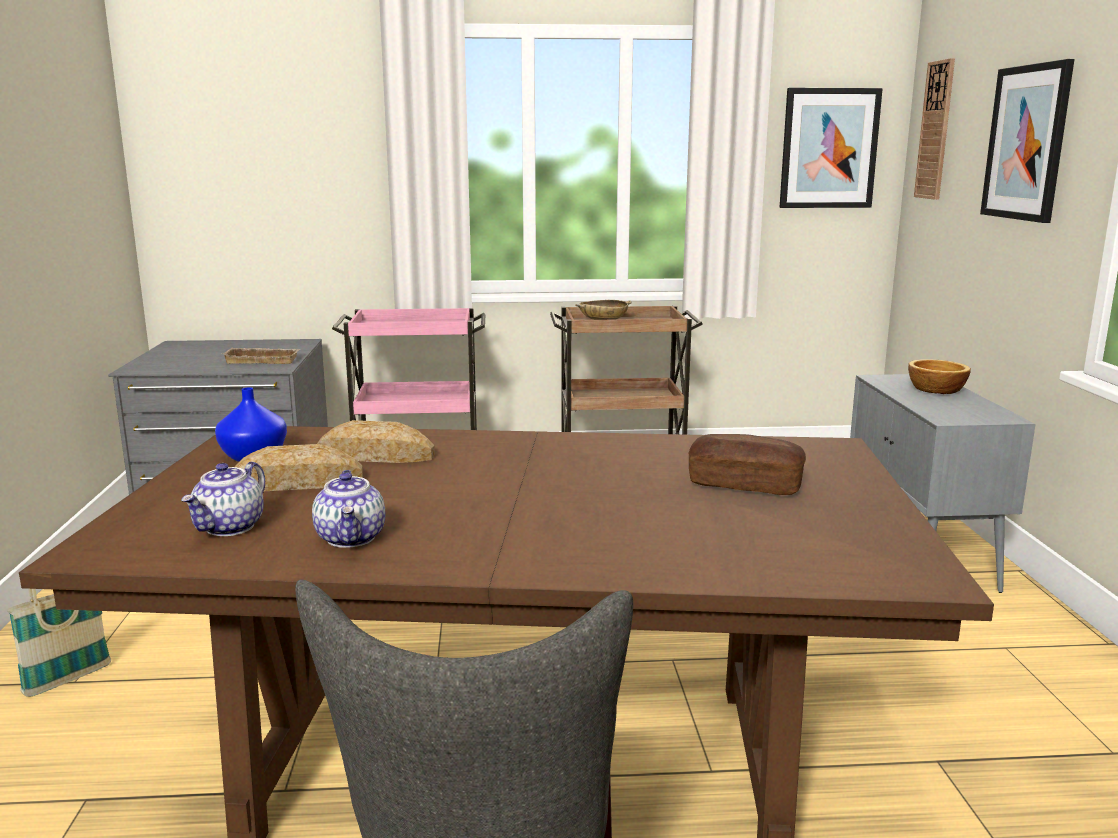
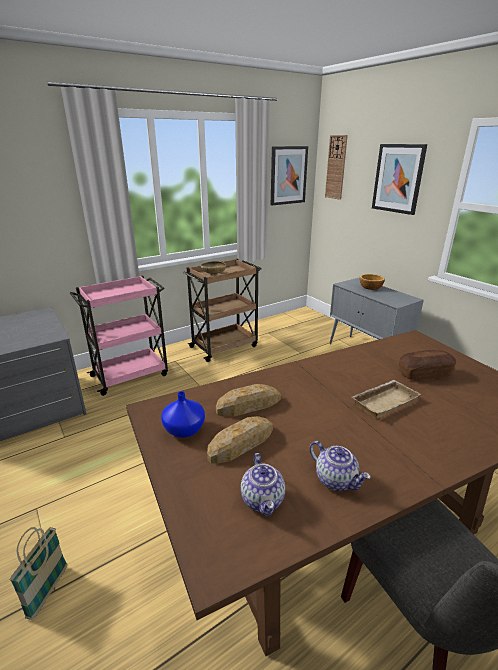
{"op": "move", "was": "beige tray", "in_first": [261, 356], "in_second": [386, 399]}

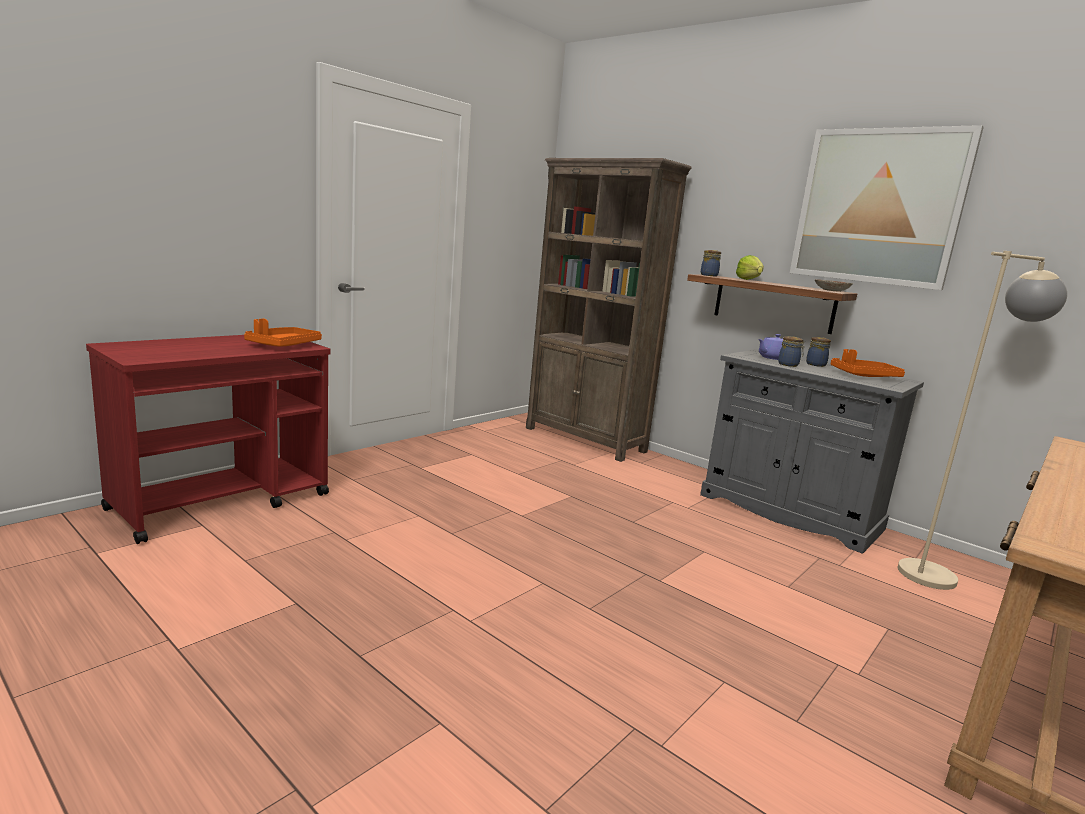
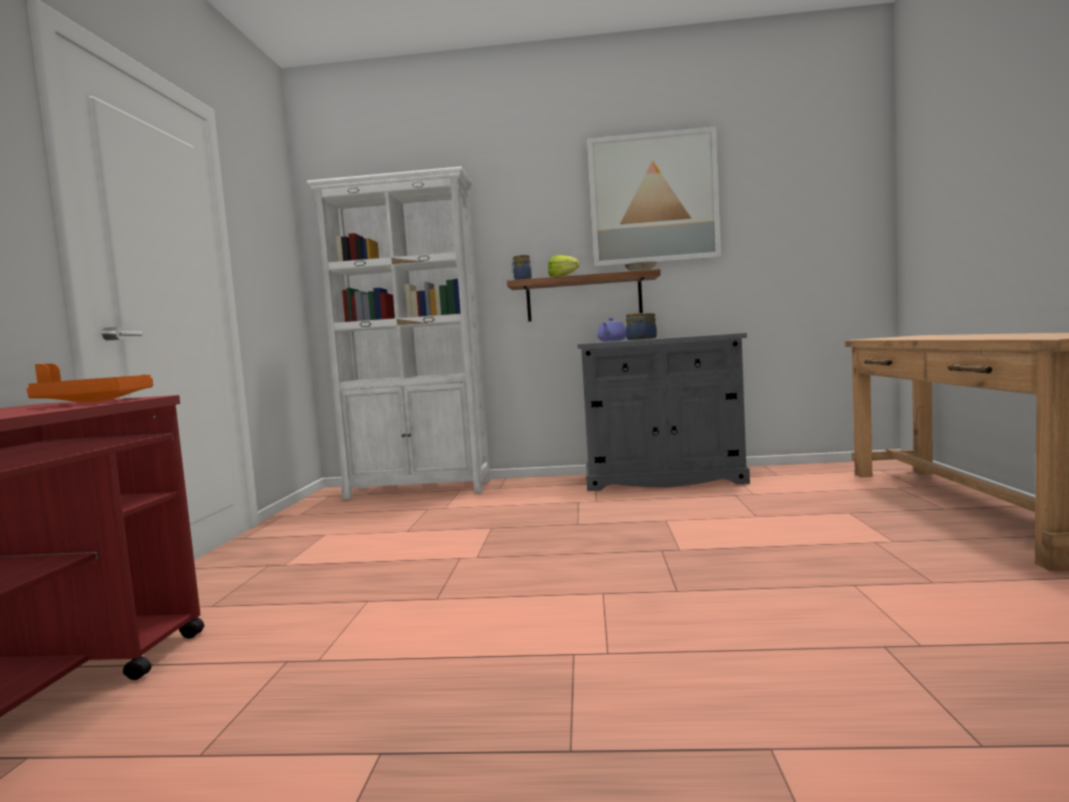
{"op": "delete", "was": "orange tray", "in_first": [868, 363]}
{"op": "delete", "was": "beige floor lamp", "in_first": [982, 420]}
{"op": "recolor", "was": "brown bookcase", "now": "white bookcase", "in_first": [609, 310], "in_second": [398, 333]}

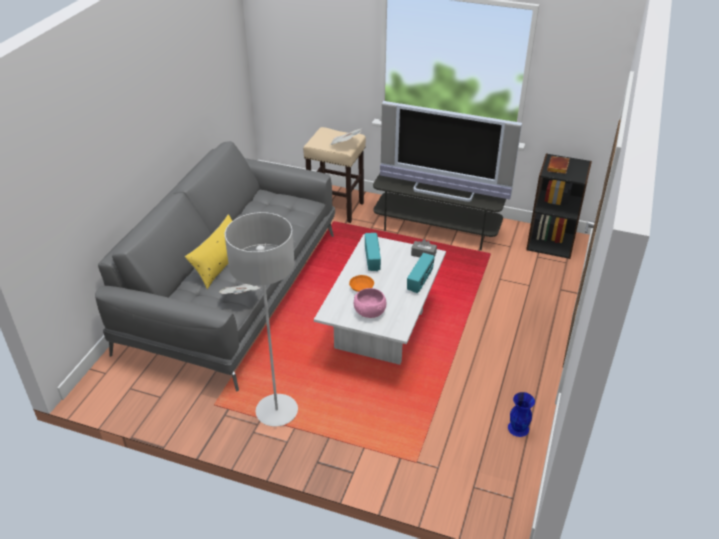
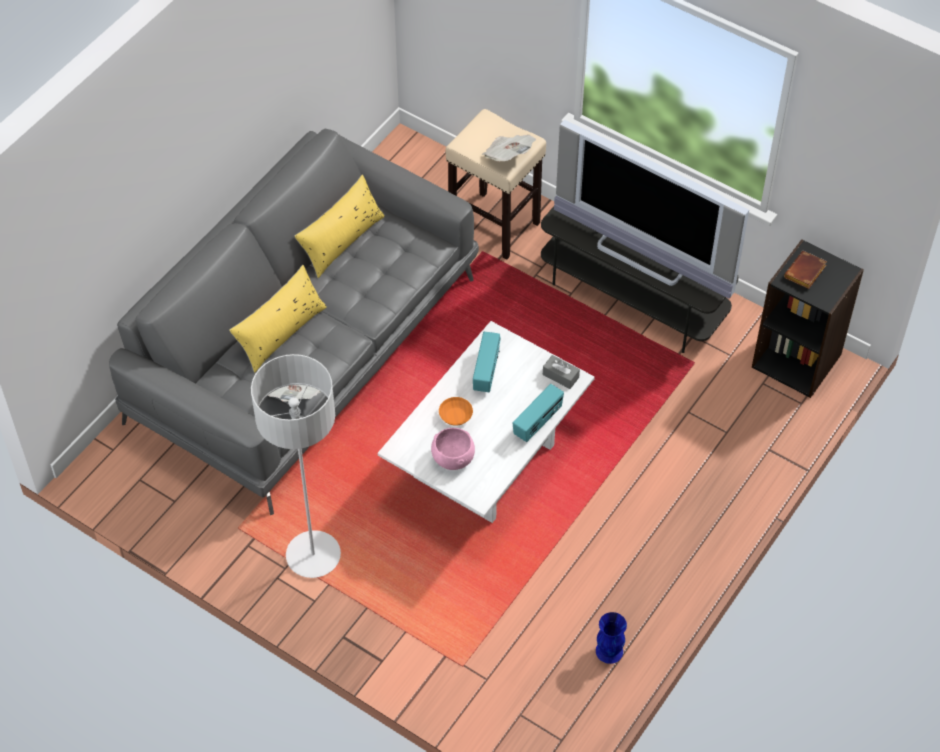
{"op": "insert", "now": "yellow pillow", "in_second": [339, 226]}

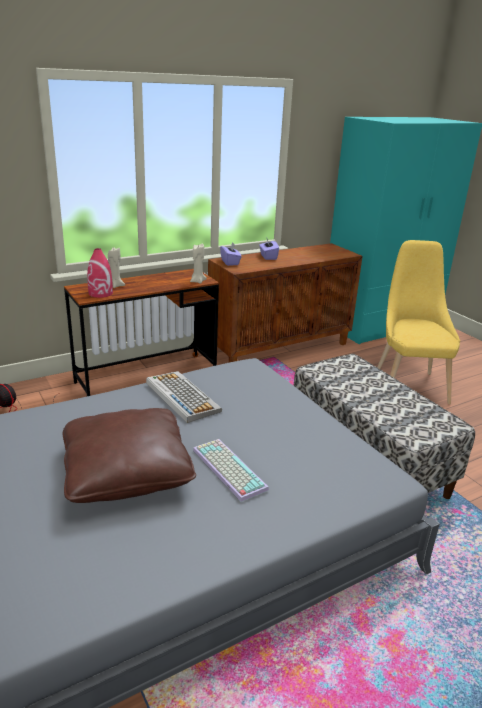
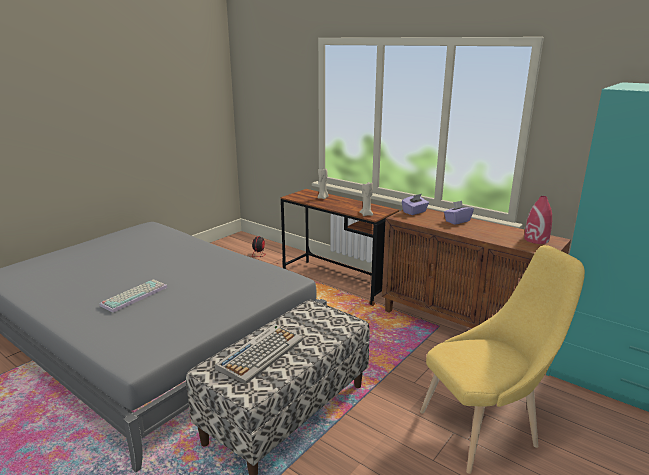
{"op": "delete", "was": "brown pillow", "in_first": [129, 455]}
{"op": "move", "was": "red vase", "in_first": [100, 273], "in_second": [538, 220]}
{"op": "move", "was": "keyboard", "in_first": [184, 397], "in_second": [259, 354]}

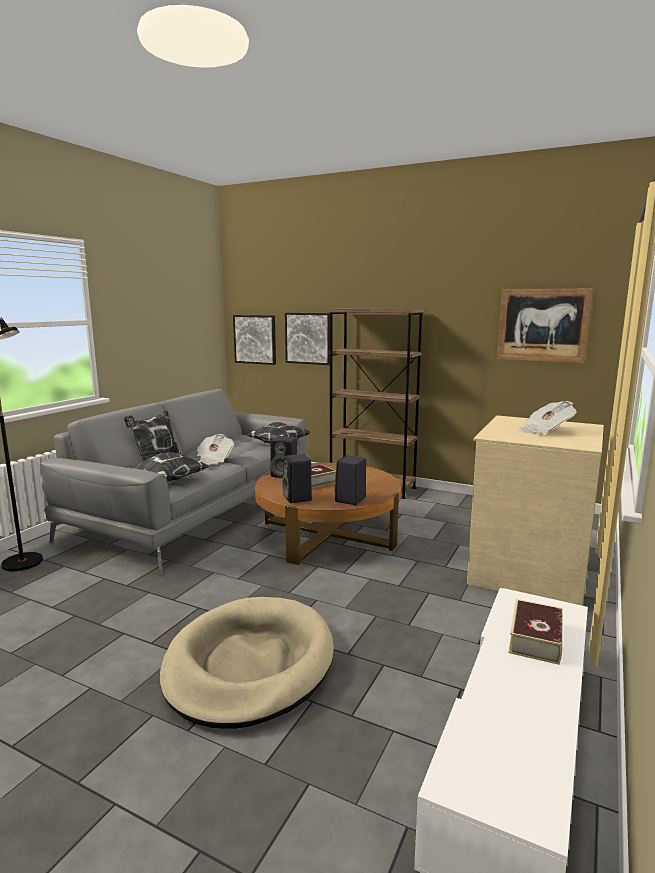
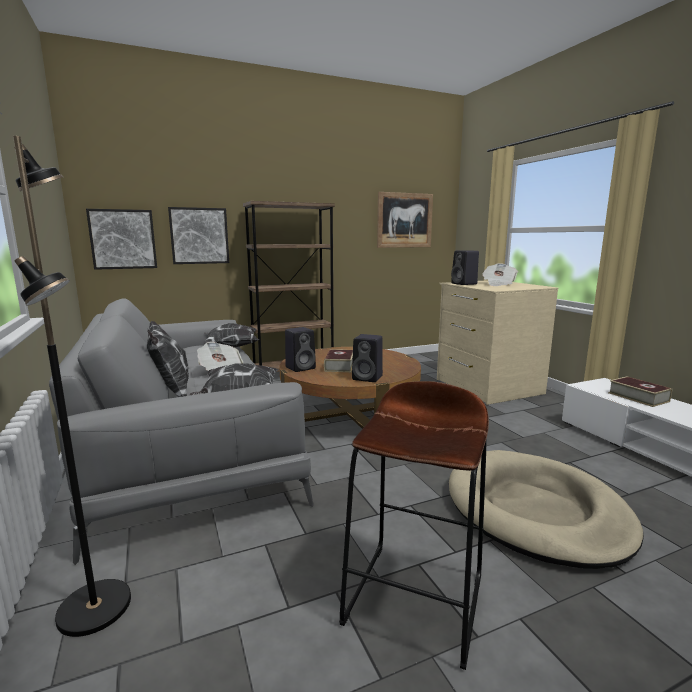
{"op": "insert", "now": "brown stool", "in_second": [414, 525]}
{"op": "move", "was": "black speaker", "in_first": [350, 480], "in_second": [465, 267]}

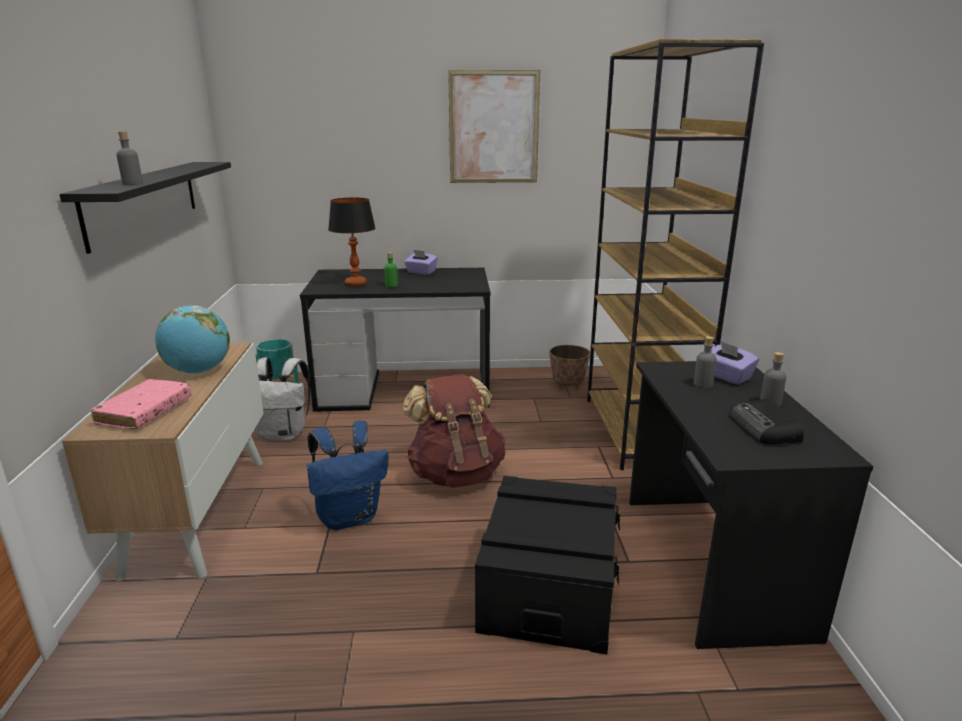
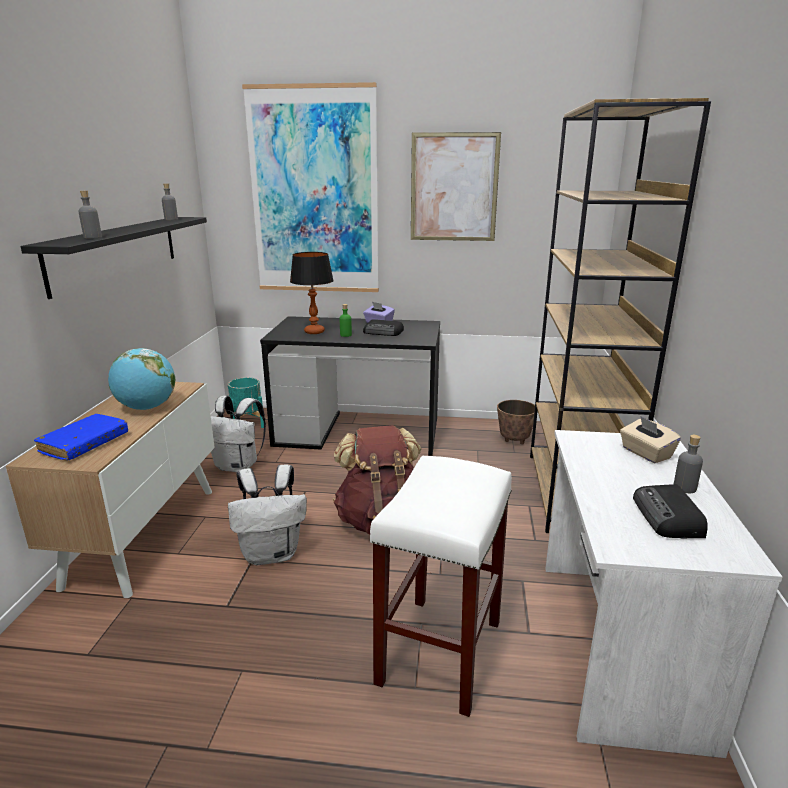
{"op": "insert", "now": "picture", "in_second": [310, 187]}
{"op": "insert", "now": "radio", "in_second": [383, 327]}
{"op": "move", "was": "grey bottle", "in_first": [705, 362], "in_second": [170, 201]}
{"op": "replace", "was": "black storage box", "now": "white stool", "in_first": [547, 565], "in_second": [441, 586]}
{"op": "recolor", "was": "pink book", "now": "blue book", "in_first": [140, 404], "in_second": [81, 437]}
{"op": "recolor", "was": "blue backpack", "now": "white backpack", "in_first": [347, 475], "in_second": [267, 514]}
{"op": "recolor", "was": "black desk", "now": "white desk", "in_first": [751, 505], "in_second": [664, 594]}
{"op": "recolor", "was": "purple tissue box", "now": "beige tissue box", "in_first": [735, 363], "in_second": [650, 439]}

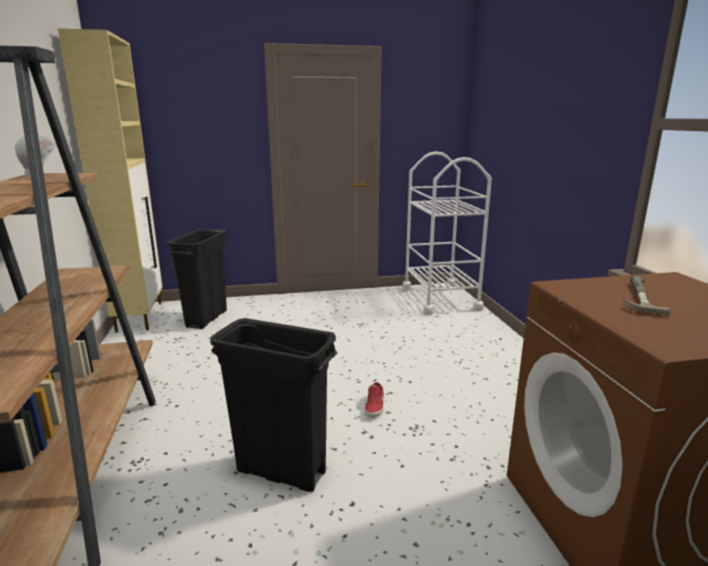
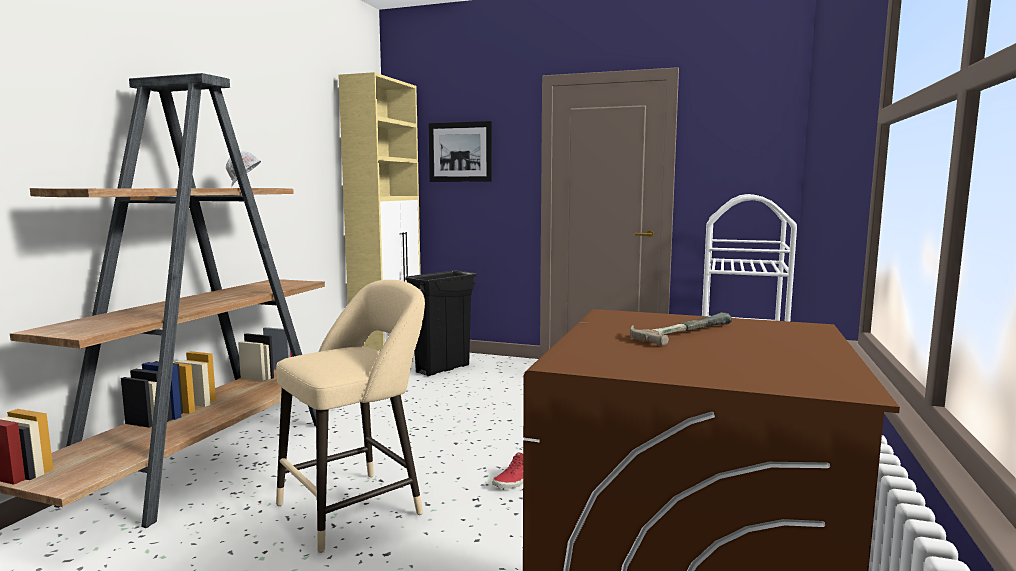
{"op": "insert", "now": "picture", "in_second": [460, 151]}
{"op": "replace", "was": "black trash can", "now": "beige stool", "in_first": [273, 405], "in_second": [350, 416]}

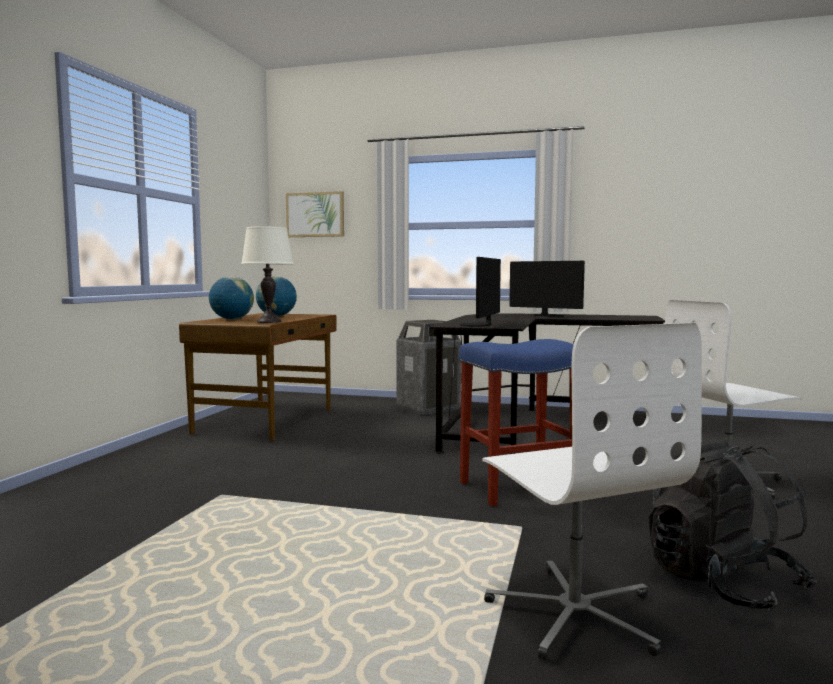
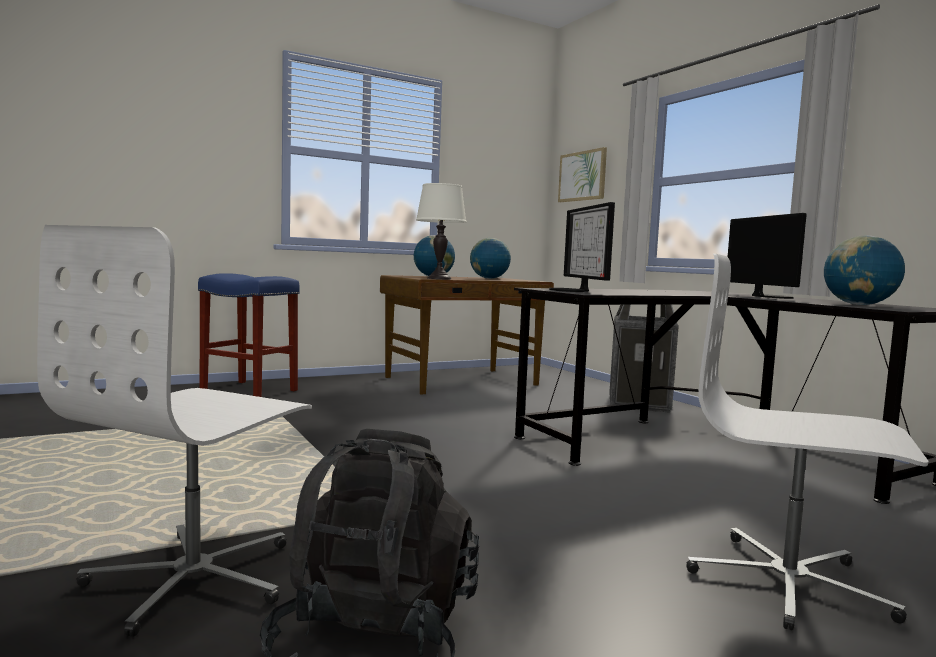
{"op": "insert", "now": "globe", "in_second": [864, 270]}
{"op": "move", "was": "blue stool", "in_first": [516, 423], "in_second": [249, 335]}
{"op": "rotate", "was": "monitor", "in_first": [480, 292], "in_second": [582, 247], "clockwise": -75}

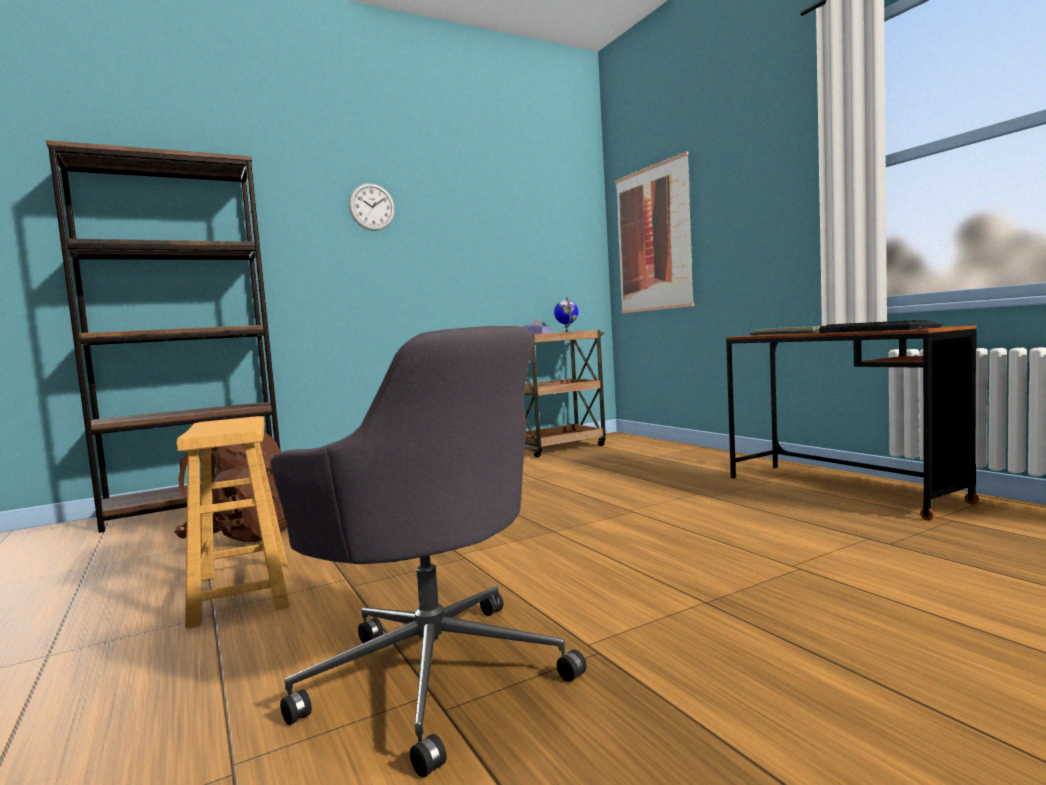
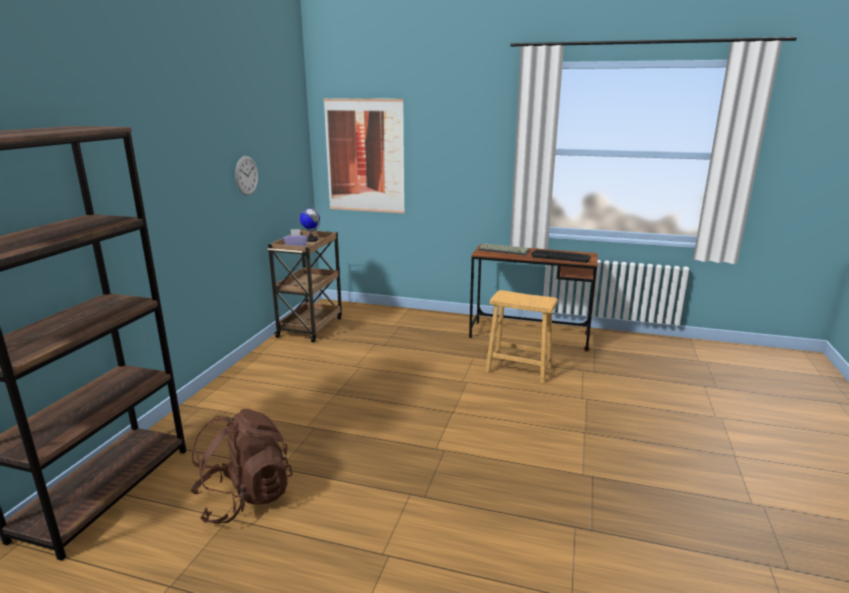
{"op": "delete", "was": "grey office chair", "in_first": [428, 551]}
{"op": "move", "was": "brown stool", "in_first": [233, 522], "in_second": [521, 337]}
{"op": "move", "was": "wall clock", "in_first": [372, 207], "in_second": [246, 175]}

